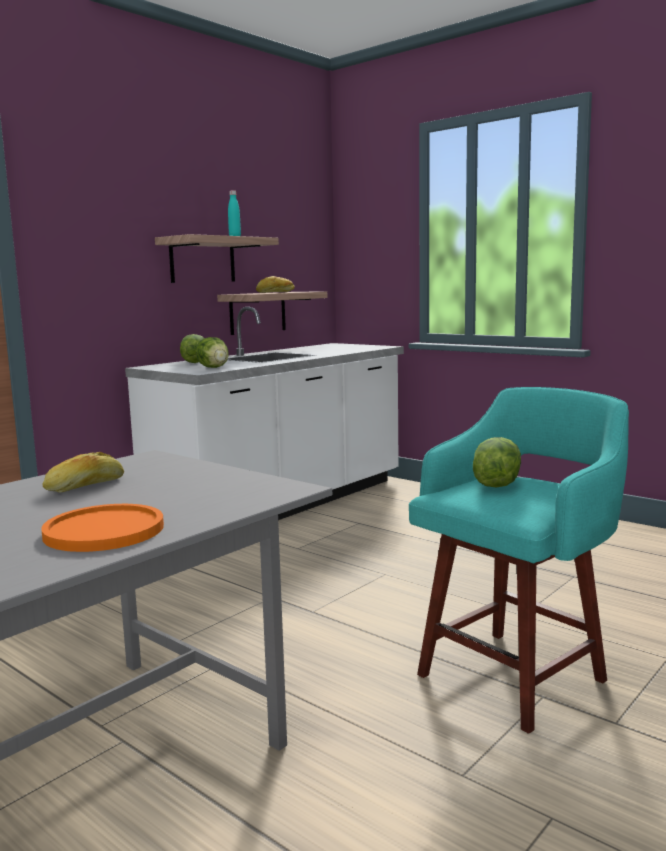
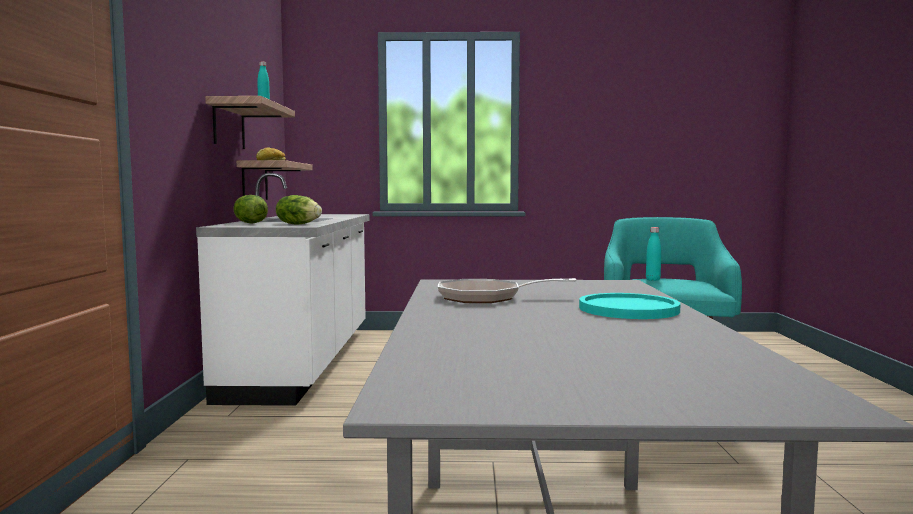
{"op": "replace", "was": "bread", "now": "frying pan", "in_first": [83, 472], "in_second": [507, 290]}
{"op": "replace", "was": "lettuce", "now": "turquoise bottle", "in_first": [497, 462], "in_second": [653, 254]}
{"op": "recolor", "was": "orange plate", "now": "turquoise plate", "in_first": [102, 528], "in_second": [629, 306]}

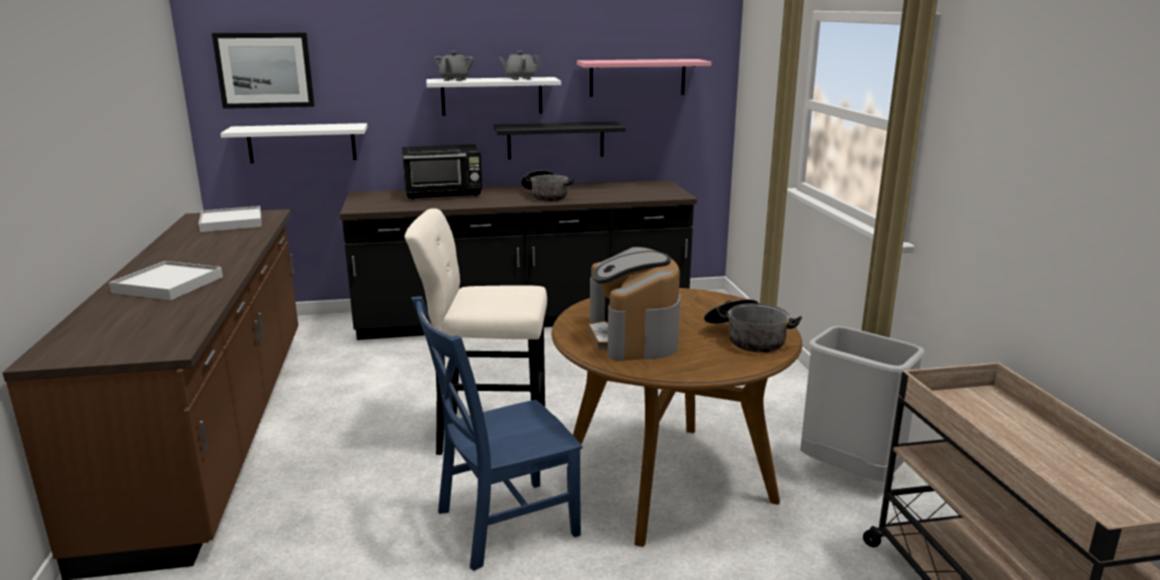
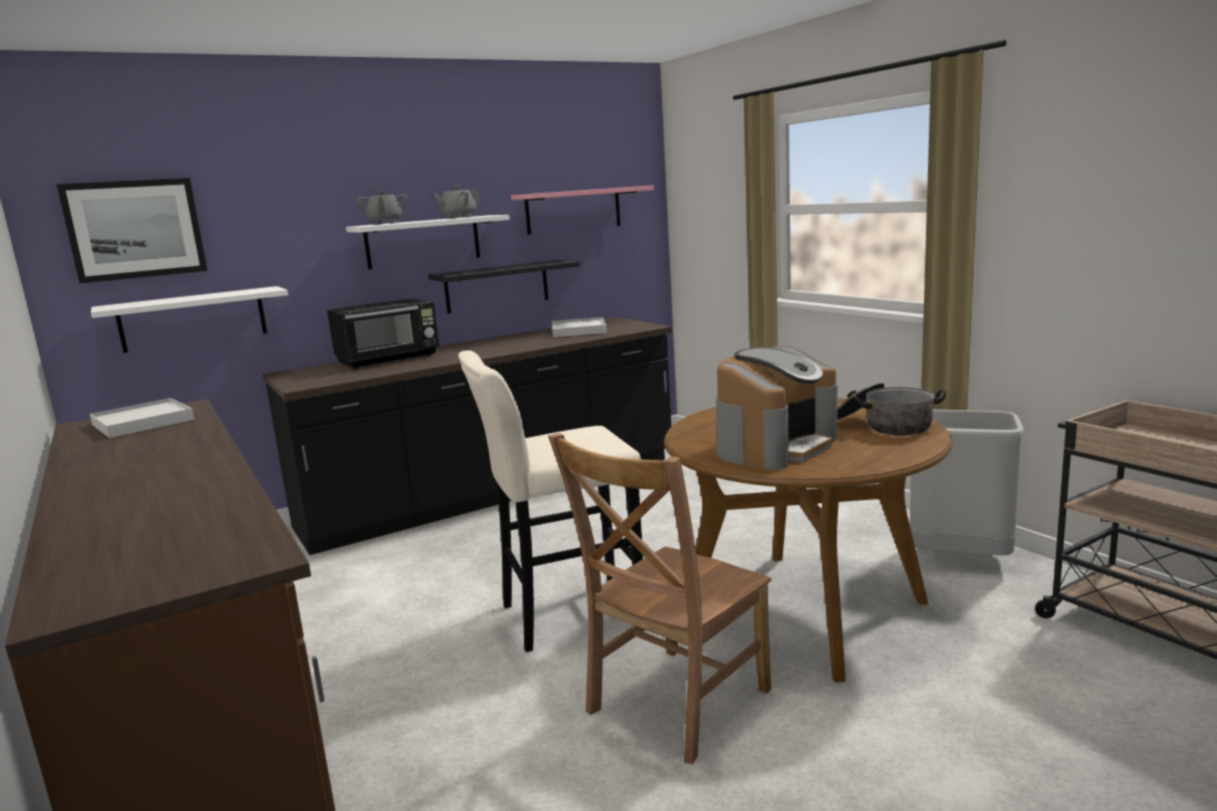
{"op": "delete", "was": "cooking pot", "in_first": [547, 185]}
{"op": "move", "was": "white tray", "in_first": [166, 280], "in_second": [579, 327]}
{"op": "recolor", "was": "blue chair", "now": "brown chair", "in_first": [496, 433], "in_second": [659, 598]}
{"op": "rotate", "was": "coffee machine", "in_first": [633, 304], "in_second": [777, 408], "clockwise": -105}

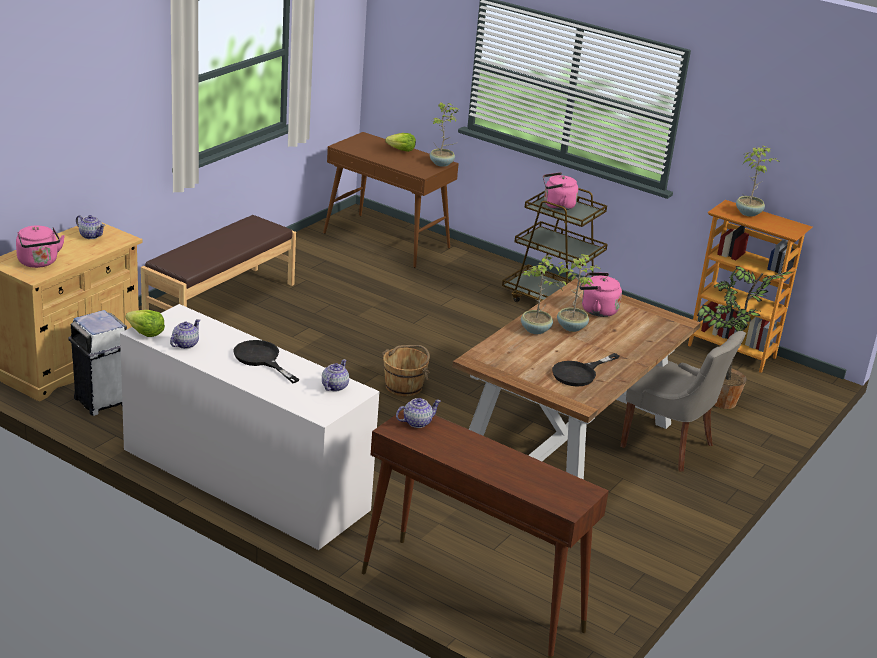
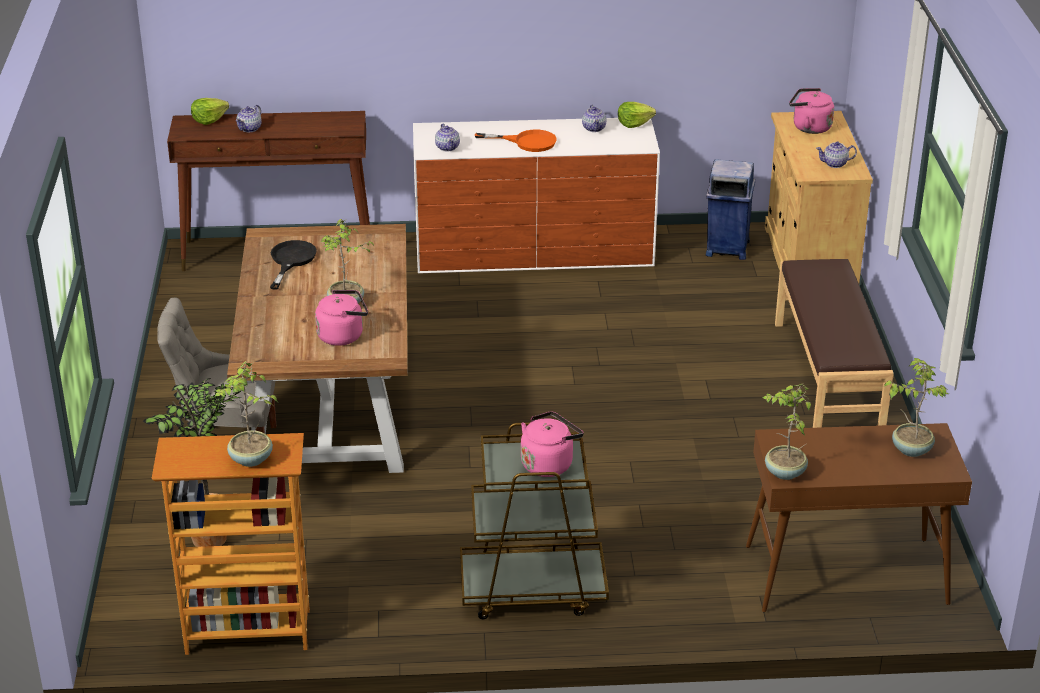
{"op": "delete", "was": "brown bucket", "in_first": [406, 370]}
{"op": "move", "was": "lettuce", "in_first": [400, 142], "in_second": [210, 111]}
{"op": "move", "was": "teapot", "in_first": [418, 413], "in_second": [249, 118]}
{"op": "move", "was": "potted plant", "in_first": [544, 294], "in_second": [916, 407]}
{"op": "recolor", "was": "white trash can", "now": "blue trash can", "in_first": [97, 363], "in_second": [730, 209]}
{"op": "recolor", "was": "black frying pan", "now": "orange frying pan", "in_first": [266, 361], "in_second": [516, 141]}

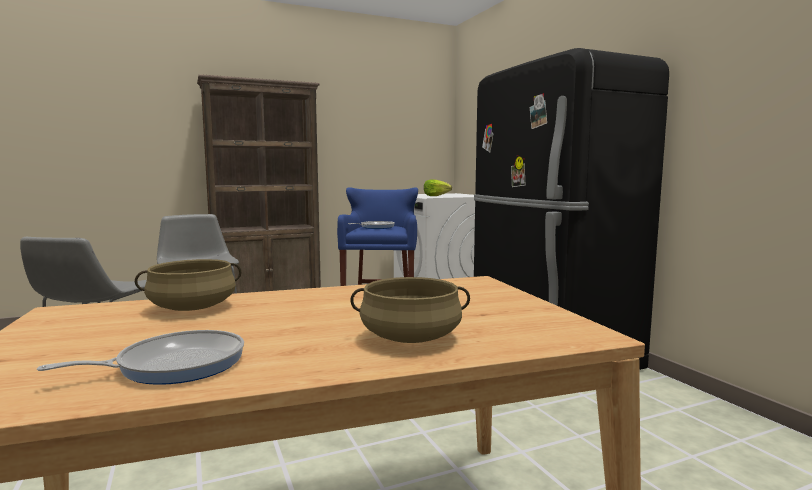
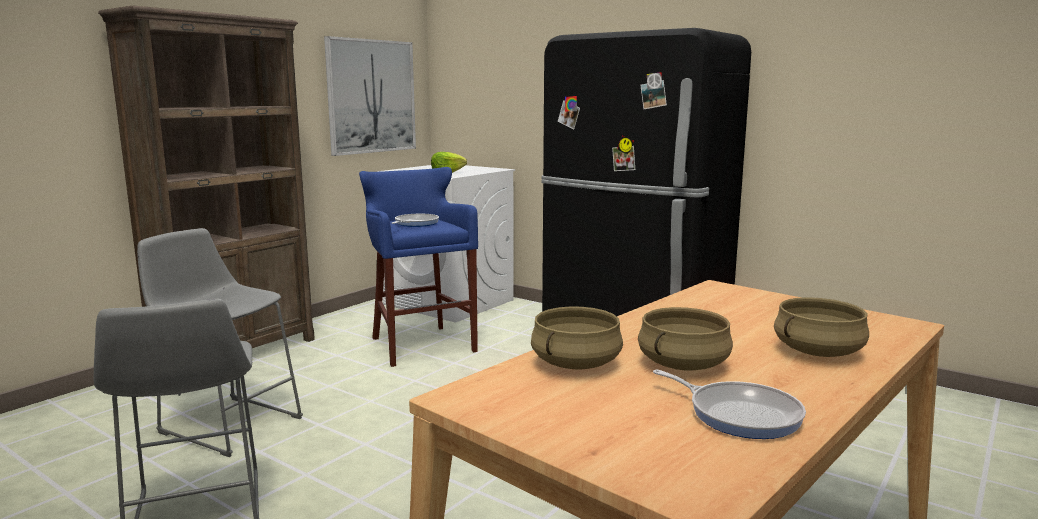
{"op": "insert", "now": "picture", "in_second": [370, 96]}
{"op": "insert", "now": "beige cooking pot", "in_second": [685, 339]}
{"op": "rotate", "was": "frying pan", "in_first": [140, 357], "in_second": [729, 404], "clockwise": 105}

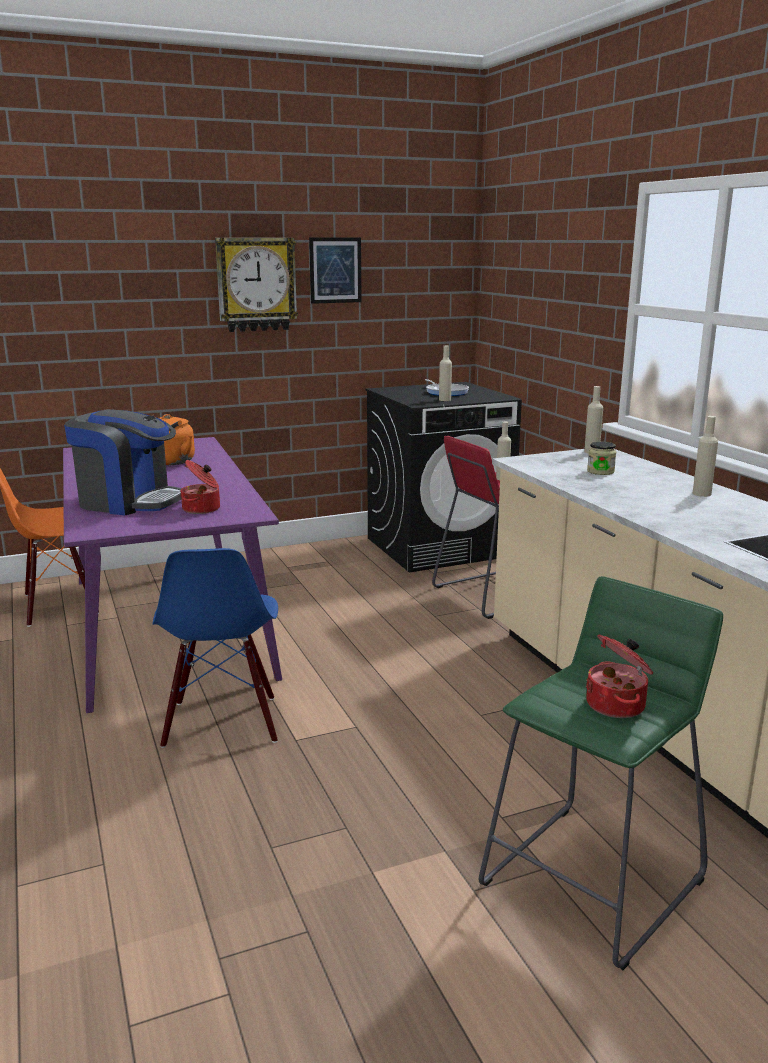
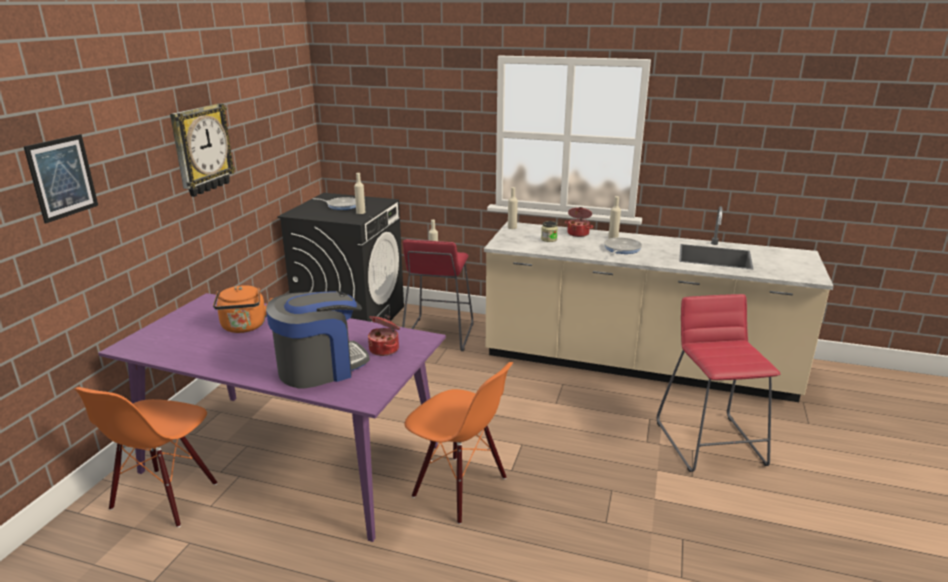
{"op": "insert", "now": "frying pan", "in_second": [623, 246]}
{"op": "move", "was": "picture", "in_first": [335, 271], "in_second": [61, 178]}
{"op": "move", "was": "cooking pot", "in_first": [619, 676], "in_second": [579, 222]}
{"op": "recolor", "was": "blue chair", "now": "orange chair", "in_first": [215, 648], "in_second": [459, 443]}
{"op": "recolor", "was": "green stool", "now": "red stool", "in_first": [601, 773], "in_second": [718, 383]}

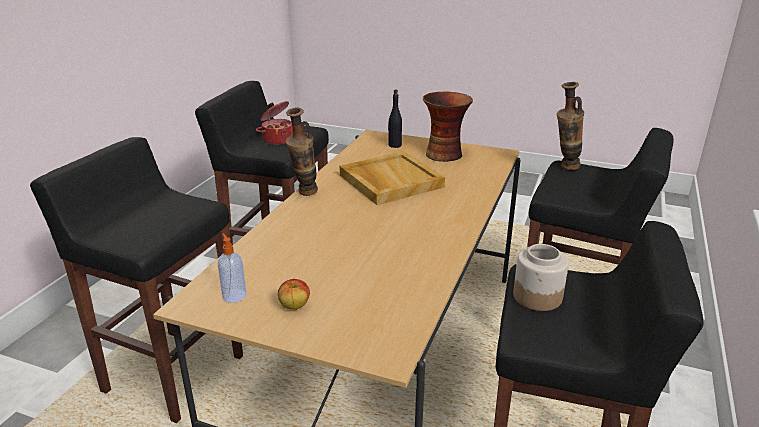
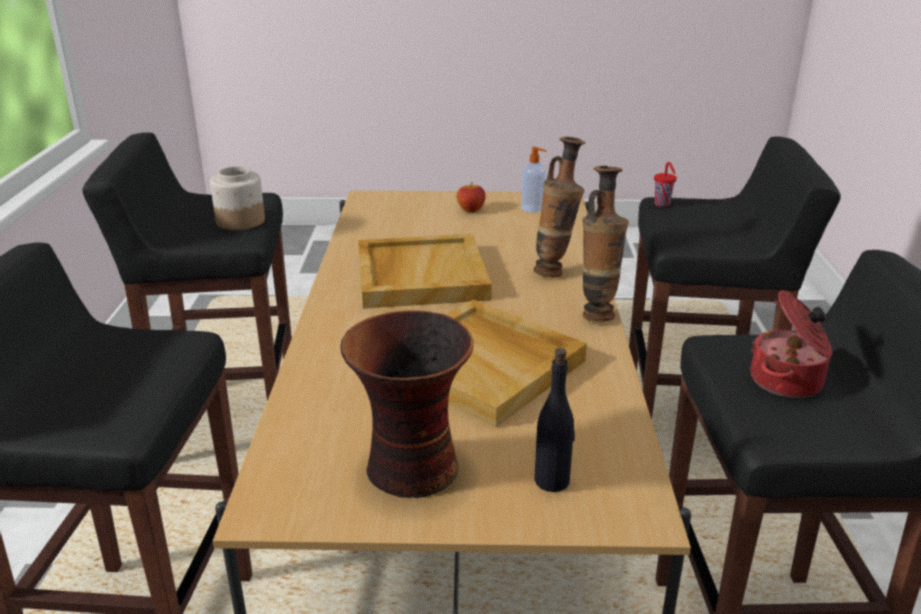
{"op": "insert", "now": "beige tray", "in_second": [425, 271]}
{"op": "insert", "now": "red cup", "in_second": [665, 184]}
{"op": "move", "was": "vase", "in_first": [570, 126], "in_second": [559, 207]}

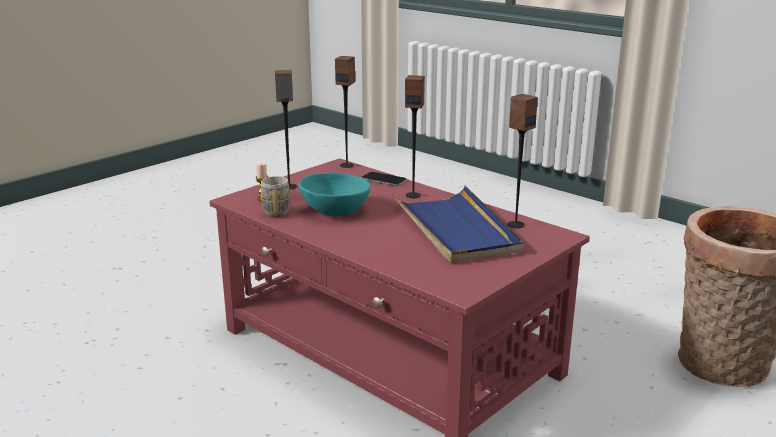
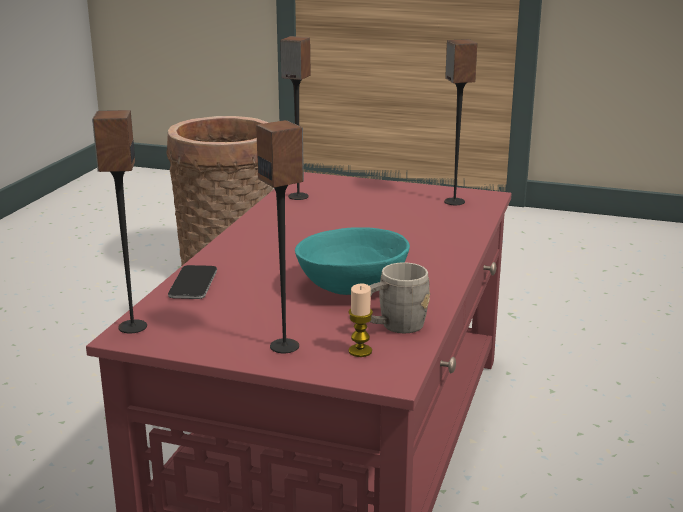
{"op": "delete", "was": "blue tray", "in_first": [458, 224]}
{"op": "move", "was": "speaker", "in_first": [415, 136], "in_second": [460, 122]}

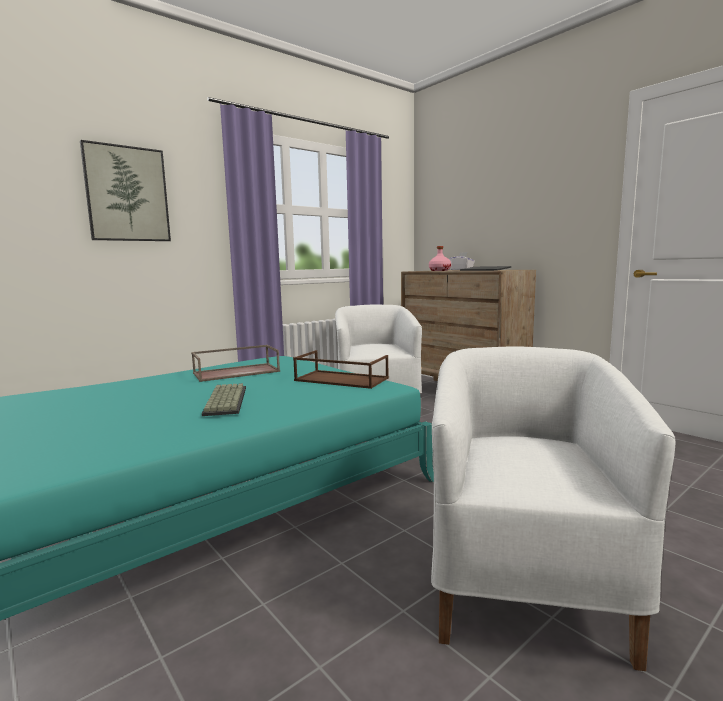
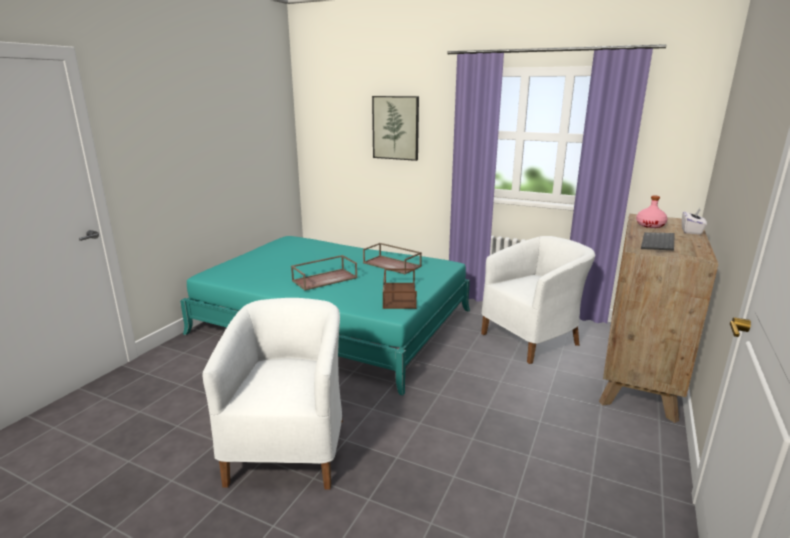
{"op": "replace", "was": "keyboard", "now": "brown tray", "in_first": [224, 399], "in_second": [324, 273]}
{"op": "rotate", "was": "white armchair", "in_first": [553, 509], "in_second": [272, 394], "clockwise": -75}

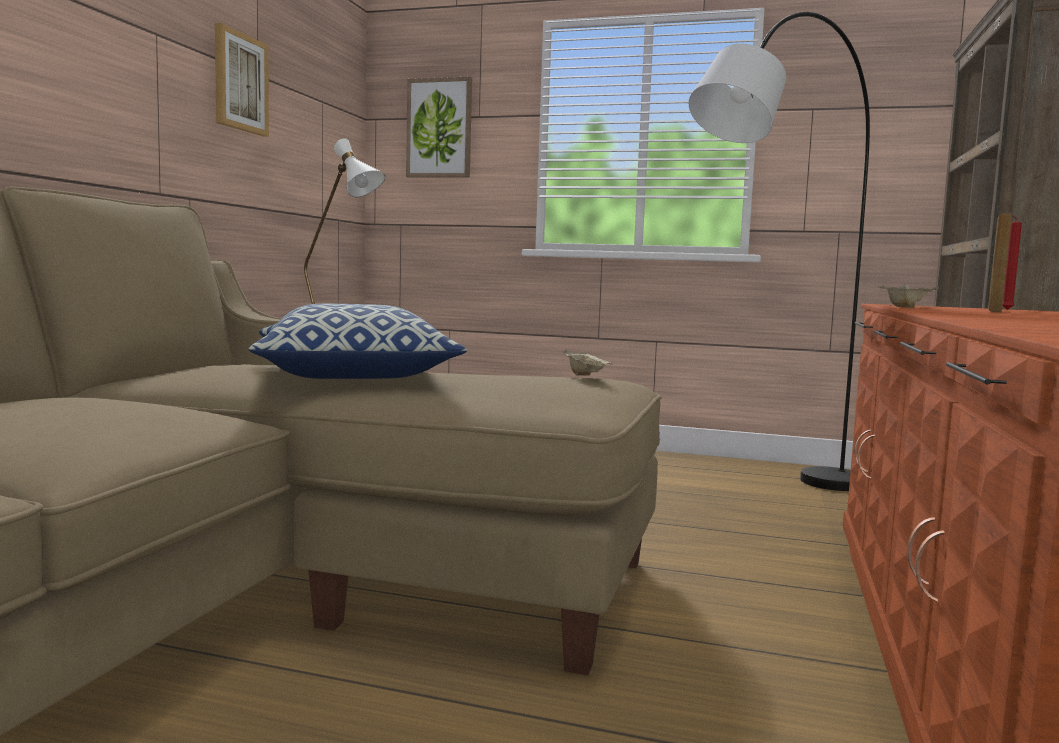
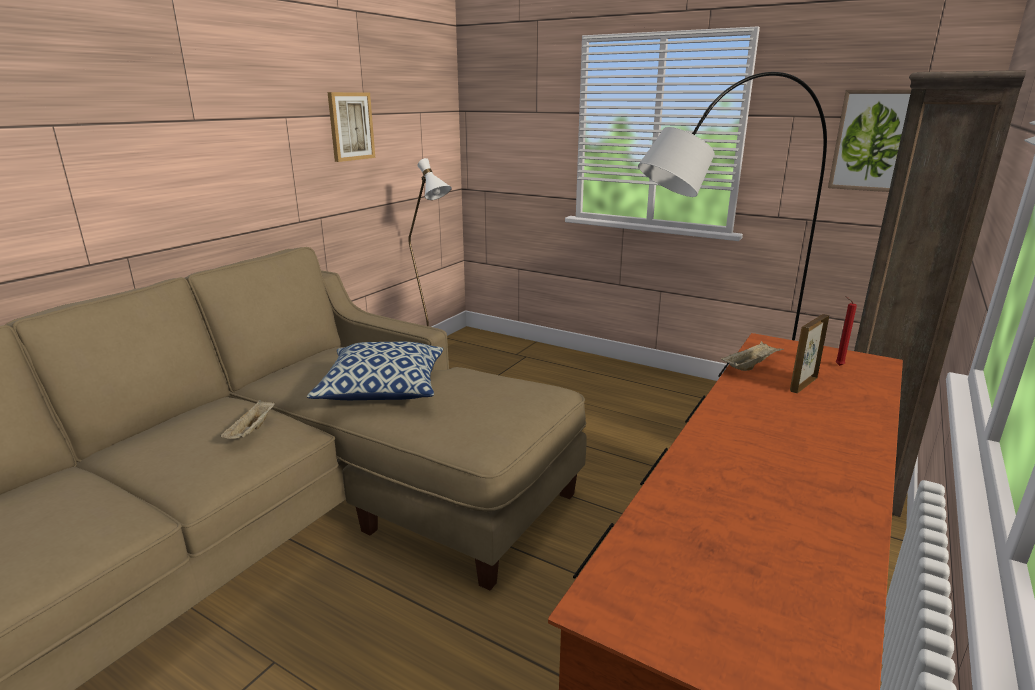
{"op": "move", "was": "picture", "in_first": [439, 127], "in_second": [869, 140]}
{"op": "move", "was": "beige tray", "in_first": [588, 363], "in_second": [247, 419]}

